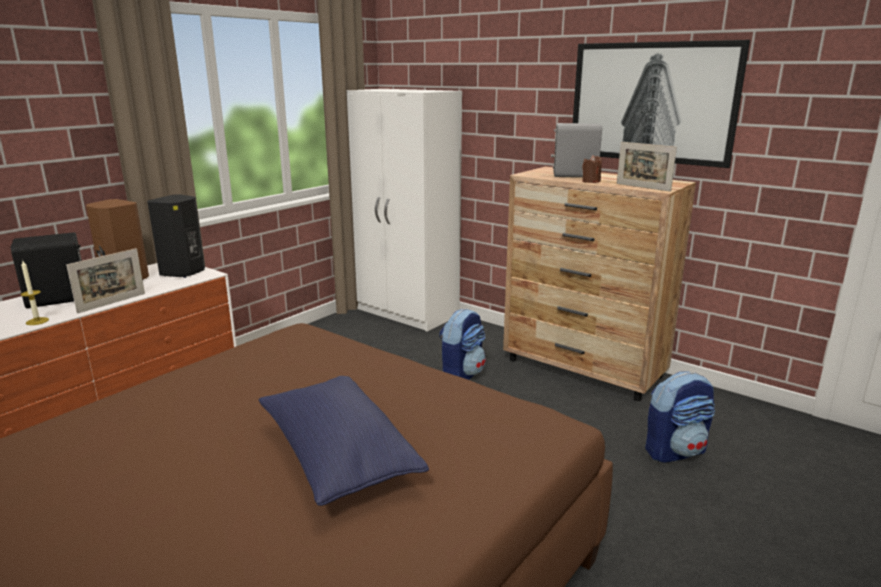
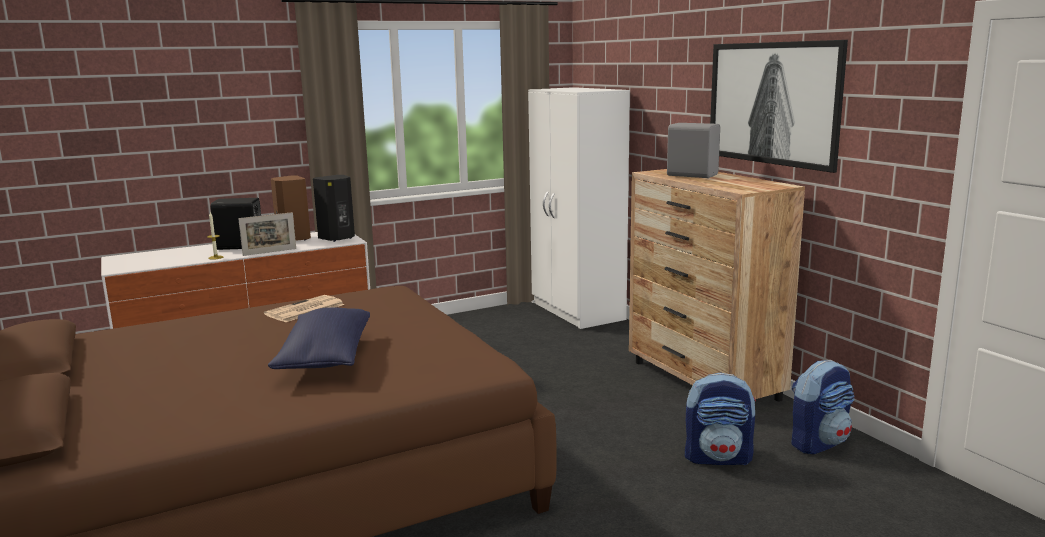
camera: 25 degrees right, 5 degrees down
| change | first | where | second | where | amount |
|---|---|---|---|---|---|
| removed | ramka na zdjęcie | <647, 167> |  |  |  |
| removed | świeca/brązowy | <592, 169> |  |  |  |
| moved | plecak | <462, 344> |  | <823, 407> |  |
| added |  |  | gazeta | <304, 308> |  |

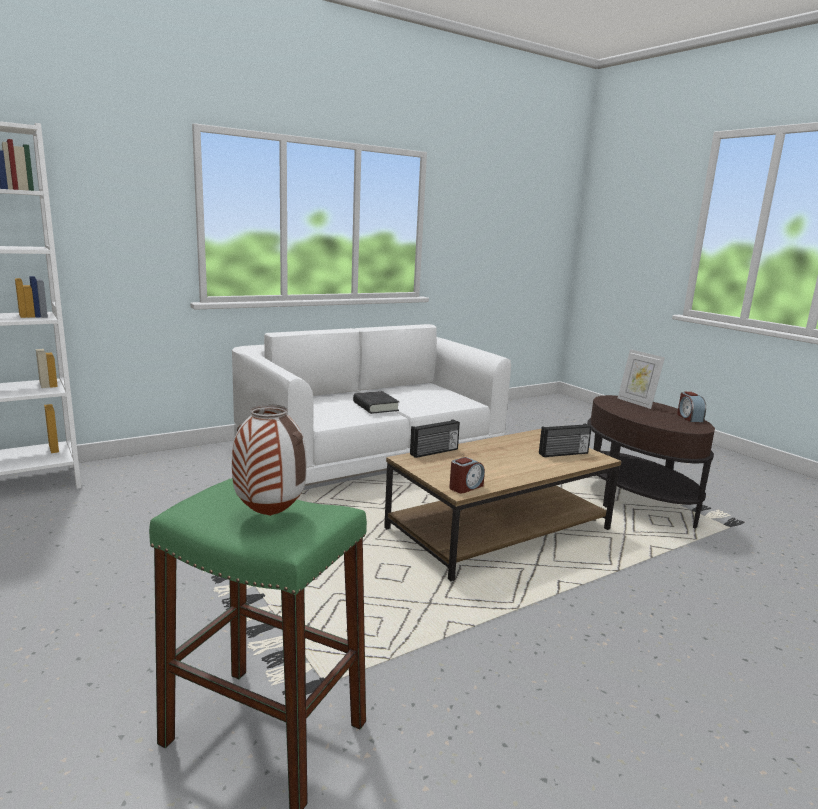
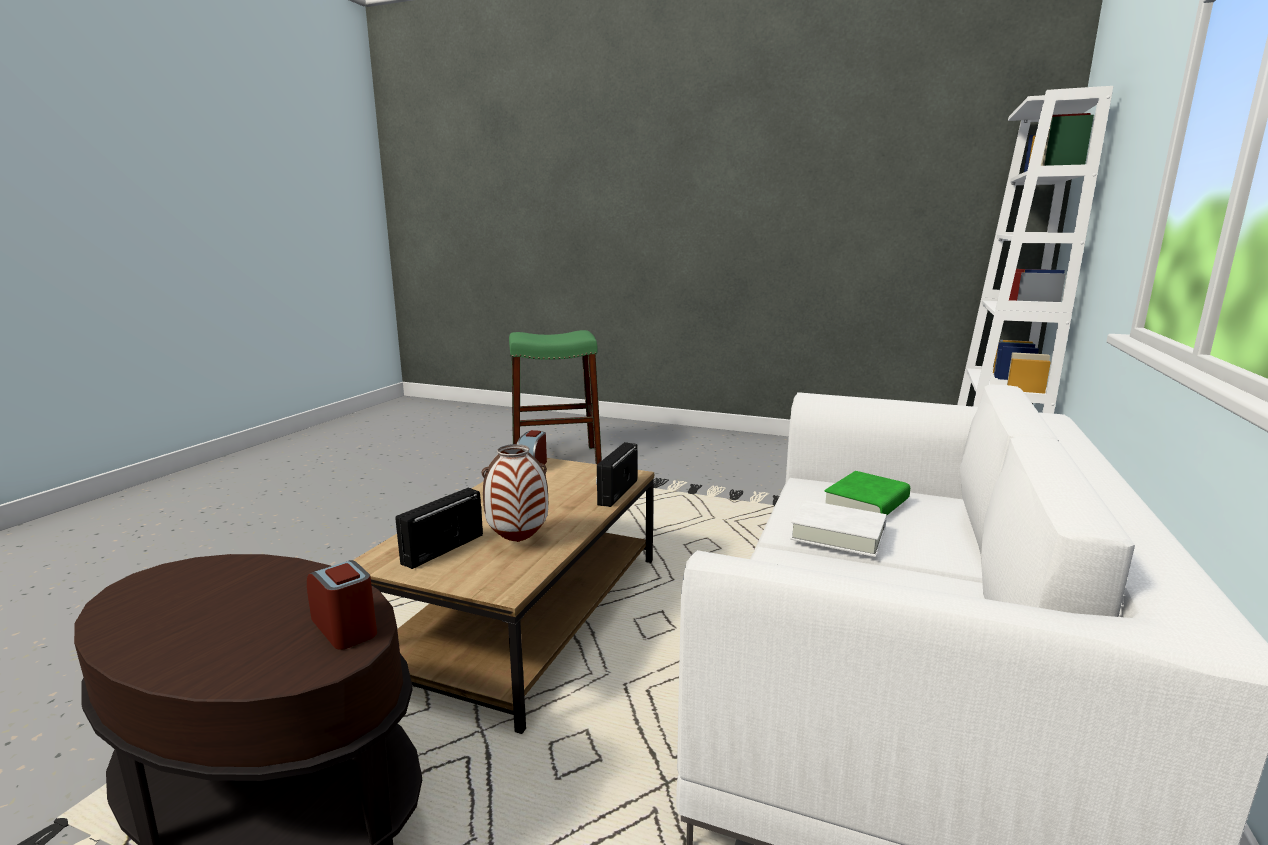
camera: 145 degrees right, 0 degrees up
| change | first | where | second | where | amount |
|---|---|---|---|---|---|
| removed | ramka na zdjęcie | <641, 379> |  |  |  |
| recoloured | książka/czarny | <376, 402> | książka/biały | <838, 528> |  |
| moved | budzik | <691, 407> |  | <342, 605> |  |
| moved | wazon | <269, 460> |  | <515, 493> |  |
| added |  |  | książka/zielony | <867, 493> |  |

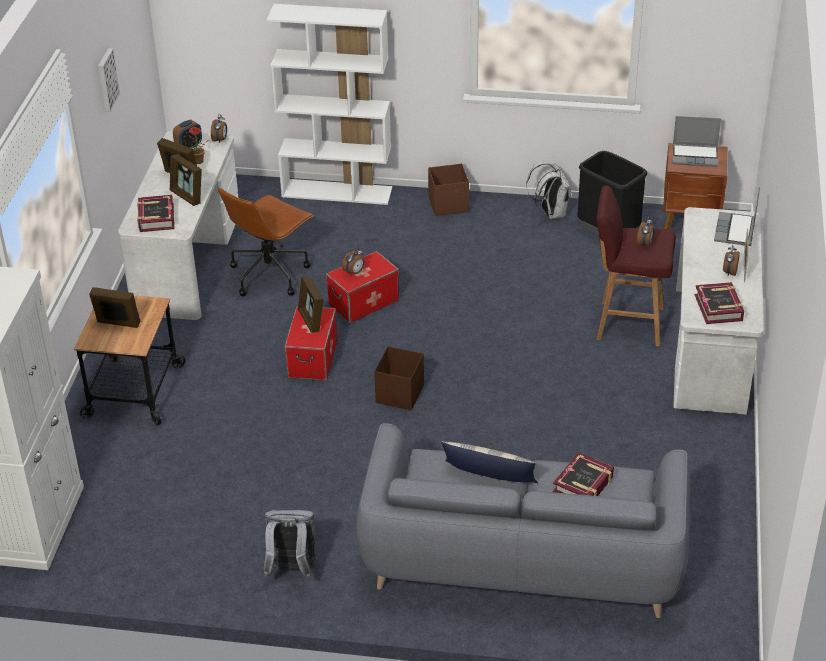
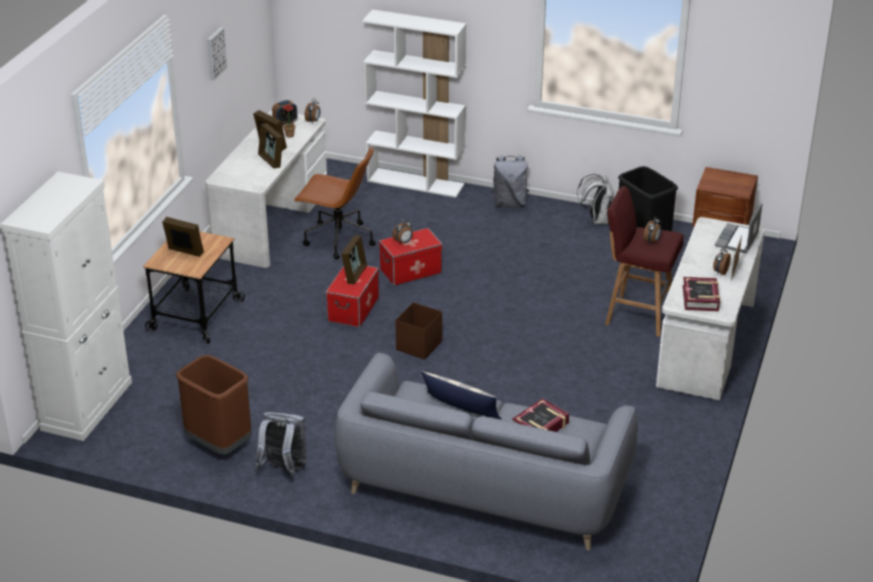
camera: 10 degrees right, 5 degrees down
| change | first | where | second | where | amount |
|---|---|---|---|---|---|
| removed | laptop | <697, 141> |  |  |  |
| replaced | pojemnik do przechowywania/brązowy | <448, 190> | plecak/szary | <510, 181> |  |
| turned | krzesło biurowe/brązowy | <266, 241> |  | <335, 203> | 120 degrees counterclockwise |
| removed | książka | <155, 213> |  |  |  |
| turned | ramka na zdjęcie | <311, 304> |  | <354, 259> | 150 degrees counterclockwise |
| added |  |  | kosz na śmieci/brązowy | <214, 405> |  |

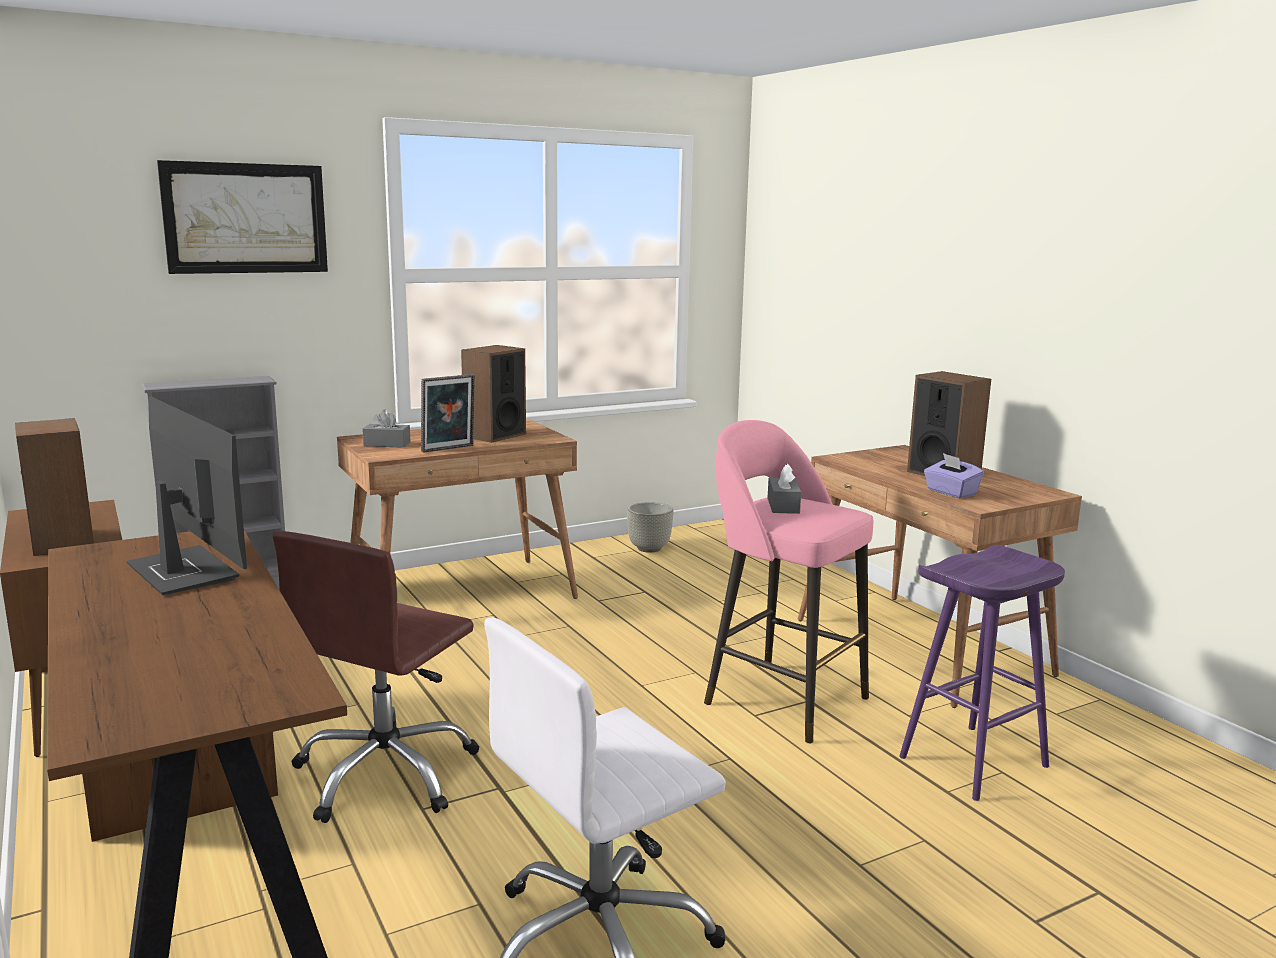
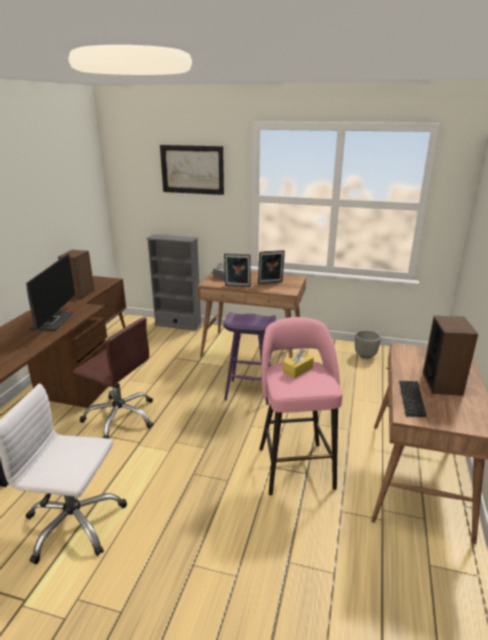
camera: 45 degrees right, 10 degrees up
| change | first | where | second | where | amount |
|---|---|---|---|---|---|
| replaced | głośnik | <493, 394> | ramka na zdjęcie | <271, 267> |  |
| replaced | pudełko chusteczek/fioletowy | <954, 475> | klawiatura | <413, 399> |  |
| recoloured | pudełko chusteczek/szary | <784, 489> | pudełko chusteczek/żółty | <298, 364> |  |
| turned | krzesło biurowe/brązowy | <376, 677> |  | <112, 378> | 135 degrees counterclockwise |
| moved | stołek/fioletowy | <982, 673> |  | <249, 358> |  |

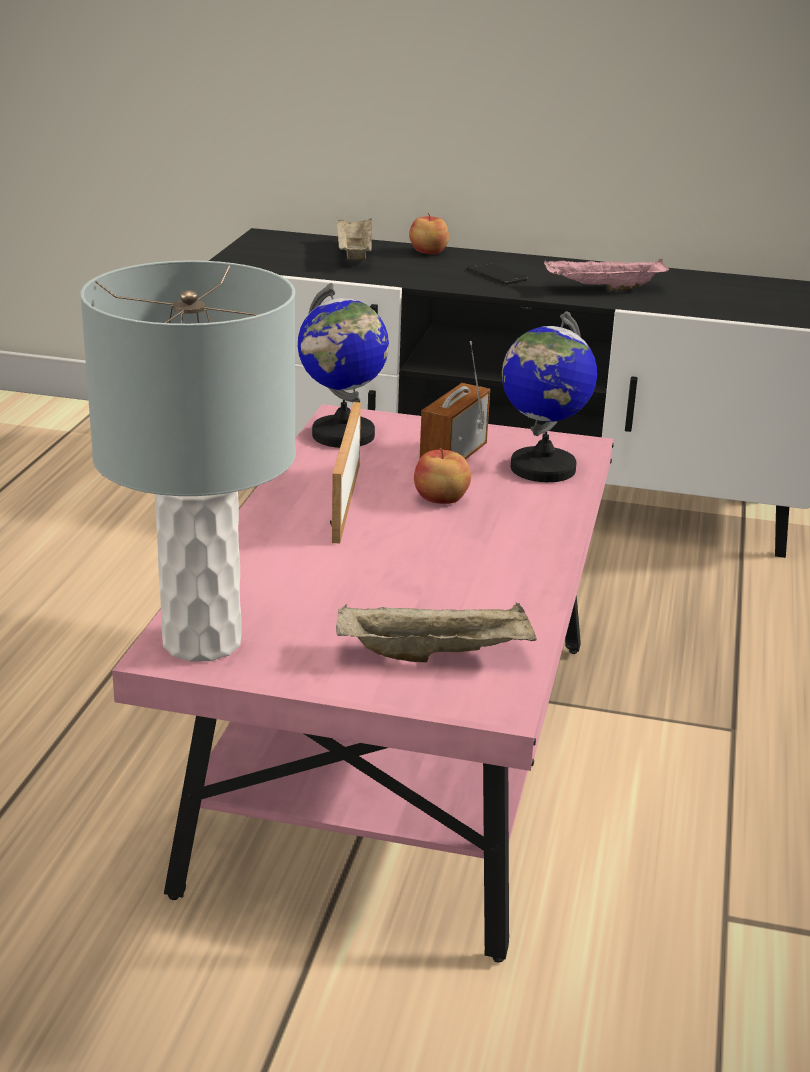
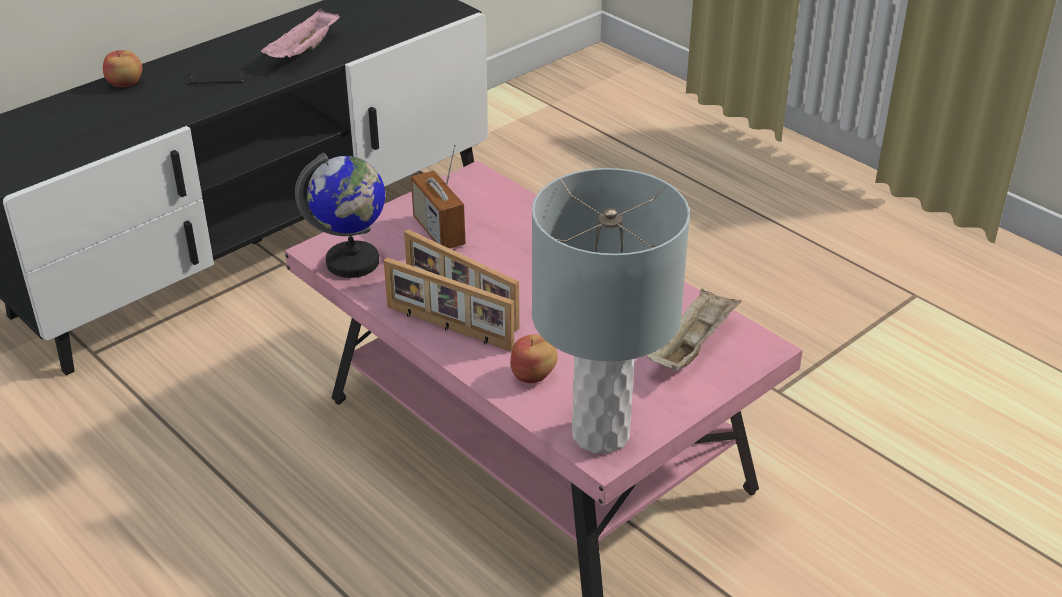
camera: 55 degrees left, 10 degrees up
| change | first | where | second | where | amount |
|---|---|---|---|---|---|
| removed | taca/beżowy | <354, 238> |  |  |  |
| removed | globus | <549, 396> |  |  |  |
| moved | jabłko | <442, 476> |  | <534, 359> |  |
| added |  |  | ramka na zdjęcie | <449, 304> |  |

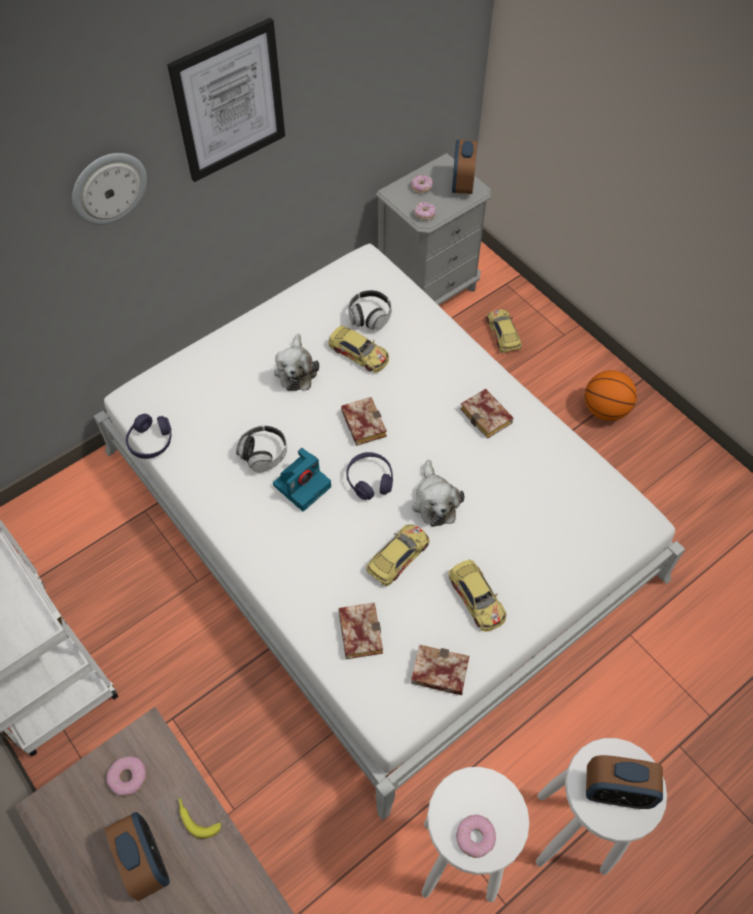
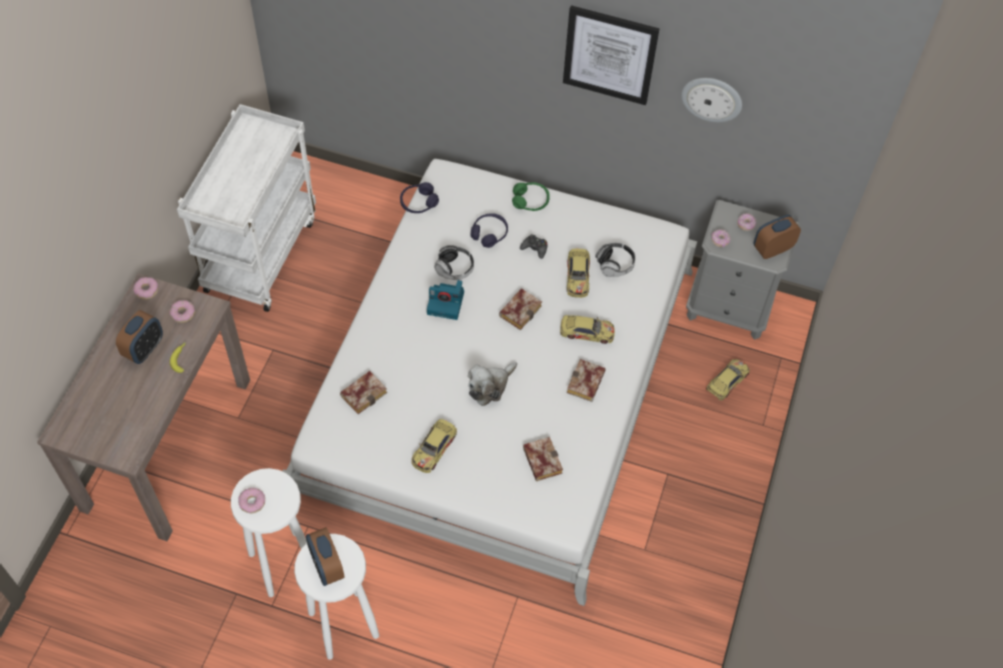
camera: 55 degrees right, 0 degrees up
| change | first | where | second | where | amount |
|---|---|---|---|---|---|
| moved | zegar ścienny | <109, 189> |  | <711, 100> |  |
| replaced | pluszak | <296, 362> | pad do gier/czarny | <533, 246> |  |
| removed | piłka do koszykówki | <611, 395> |  |  |  |
| moved | słuchawki/fioletowy | <369, 476> |  | <489, 230> |  |
| moved | samochodzik | <398, 555> |  | <587, 329> |  |
| moved | książka | <440, 670> |  | <543, 459> |  |
| added |  |  | słuchawki/zielony | <531, 196> |  |
| added |  |  | donut | <145, 288> |  |

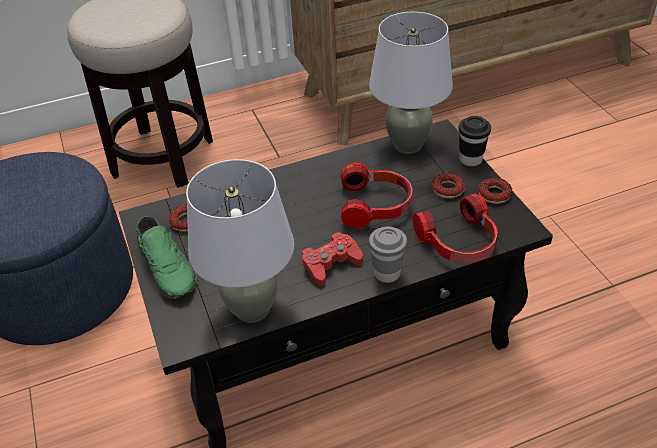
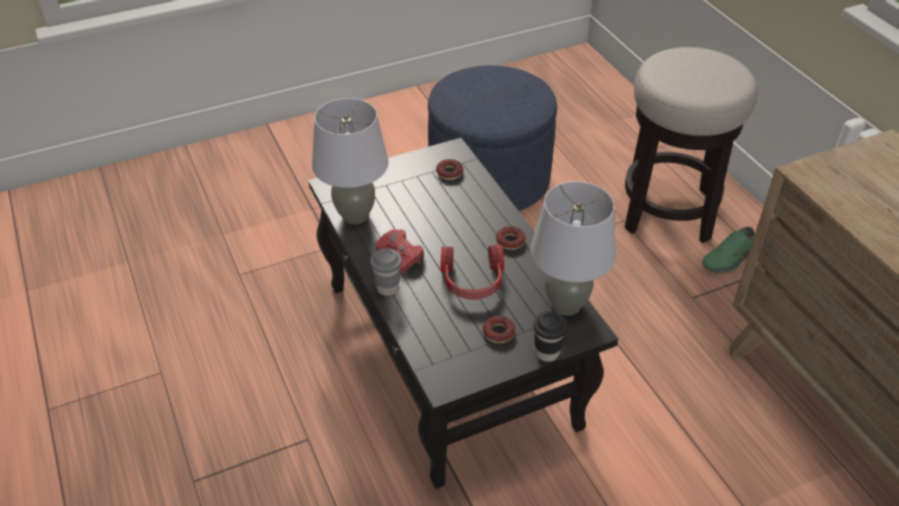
camera: 85 degrees right, 0 degrees up
| change | first | where | second | where | amount |
|---|---|---|---|---|---|
| moved | donut | <495, 191> |  | <510, 238> |  |
| removed | słuchawki | <455, 228> |  |  |  |
| moved | but/zielony | <166, 257> |  | <728, 250> |  |

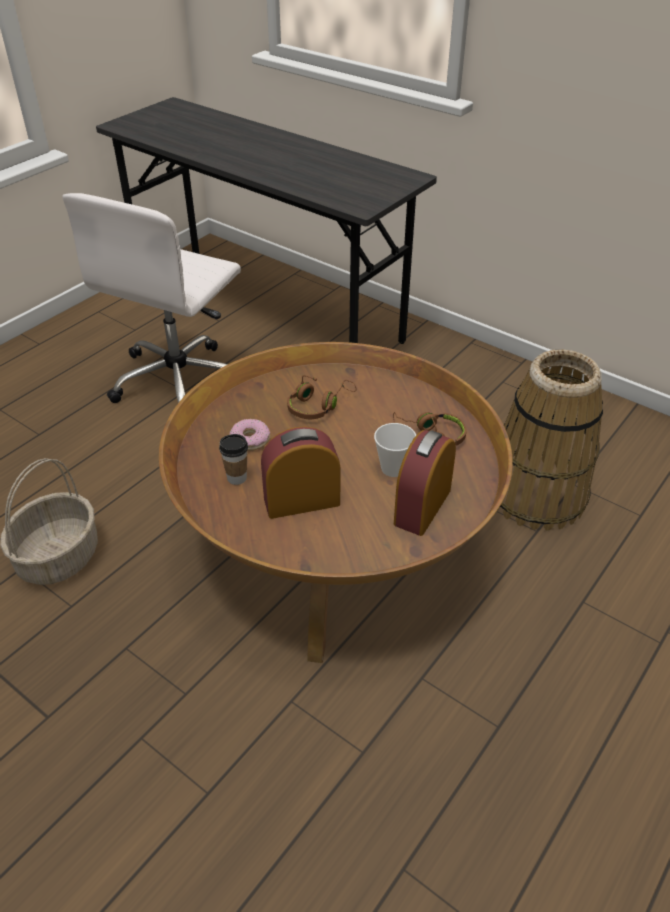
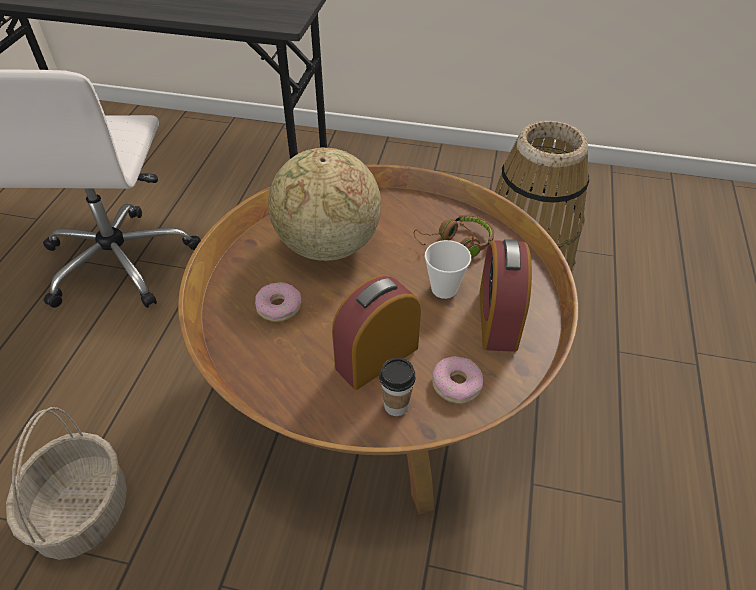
camera: 25 degrees left, 5 degrees up
| change | first | where | second | where | amount |
|---|---|---|---|---|---|
| replaced | słuchawki/brązowy | <321, 397> | globus | <324, 204> |  |
| moved | filiżanka | <233, 459> |  | <397, 387> |  |
| added |  |  | donut | <457, 379> |  |

